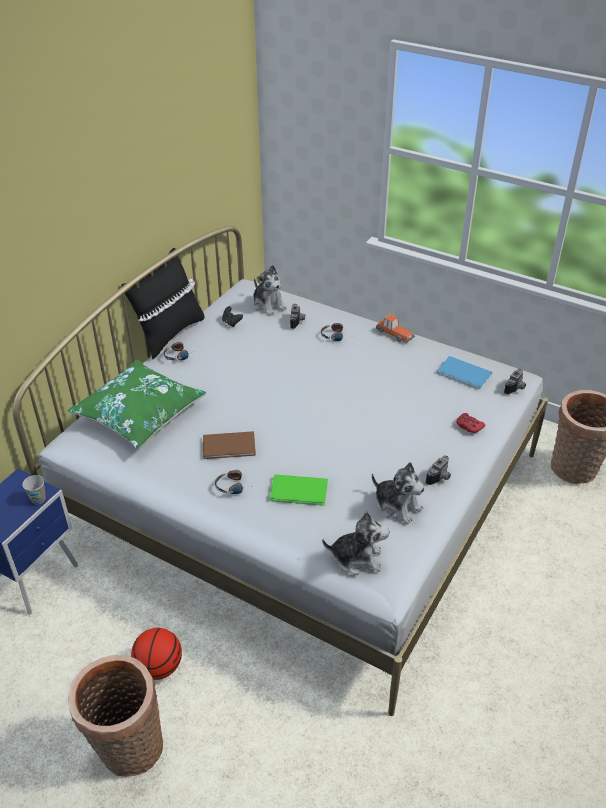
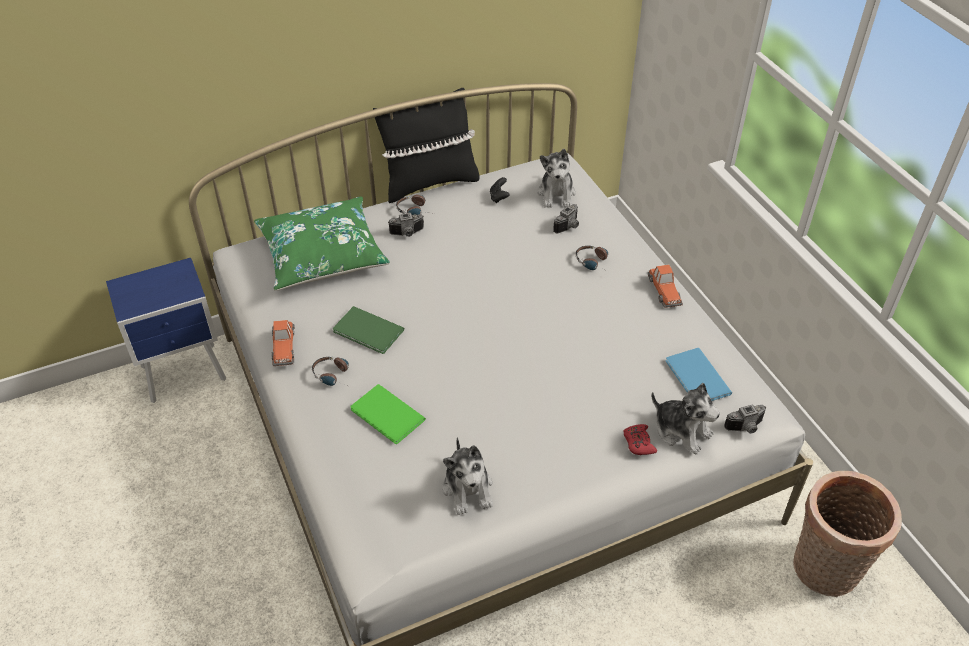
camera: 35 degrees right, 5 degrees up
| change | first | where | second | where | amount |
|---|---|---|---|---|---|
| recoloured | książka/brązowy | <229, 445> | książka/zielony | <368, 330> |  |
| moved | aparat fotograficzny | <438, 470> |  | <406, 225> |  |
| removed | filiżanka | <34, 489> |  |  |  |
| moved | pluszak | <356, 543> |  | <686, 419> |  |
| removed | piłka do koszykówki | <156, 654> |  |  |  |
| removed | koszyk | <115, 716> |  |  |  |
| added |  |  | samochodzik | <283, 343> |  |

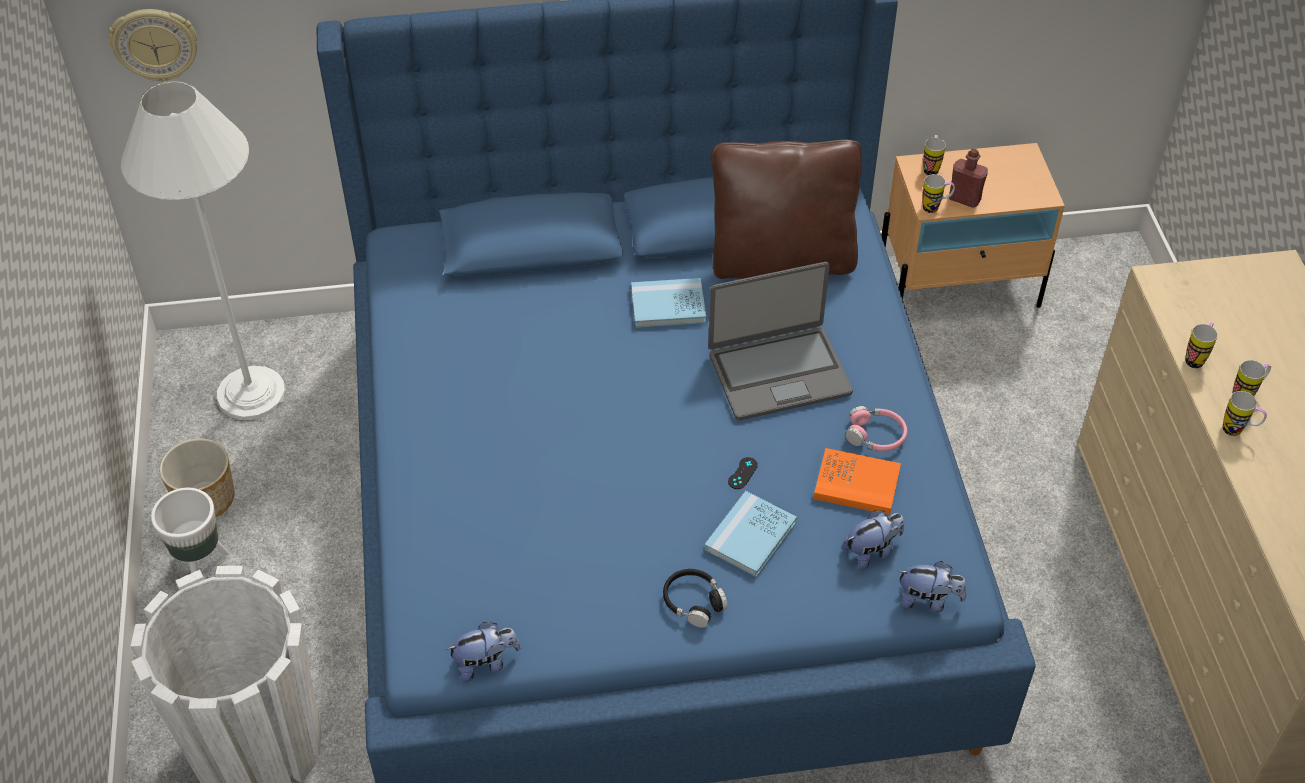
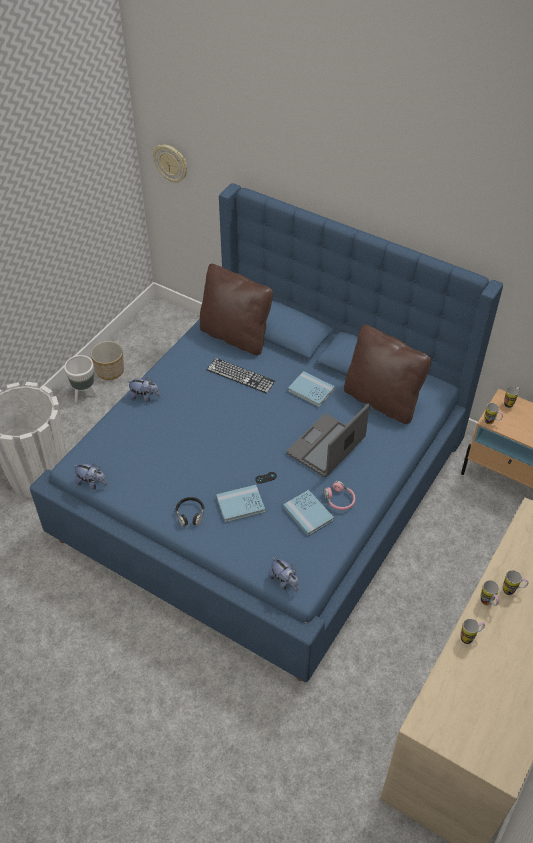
camera: 40 degrees right, 0 degrees up
| change | first | where | second | where | amount |
|---|---|---|---|---|---|
| removed | lampa stojąca/biały | <203, 250> |  |  |  |
| removed | butelka/czerwony | <968, 178> |  |  |  |
| turned | laptop | <781, 341> |  | <328, 440> | 105 degrees clockwise |
| moved | kubek | <1201, 345> |  | <473, 631> |  |
| recoloured | książka/pomarańczowy | <857, 481> | książka/niebieski | <308, 513> |  |
| moved | pluszak | <873, 540> |  | <143, 389> |  |
| added |  |  | poduszka/brązowy | <236, 310> |  |
| added |  |  | klawiatura | <240, 376> |  |

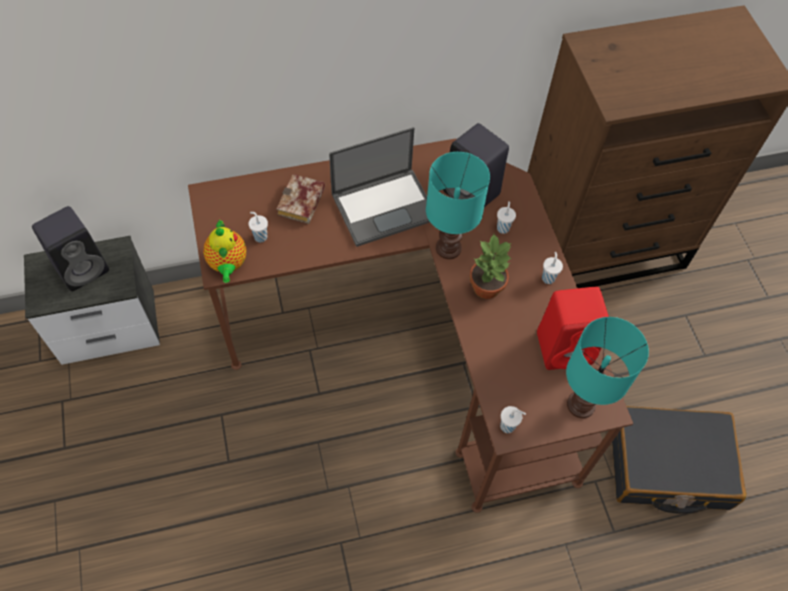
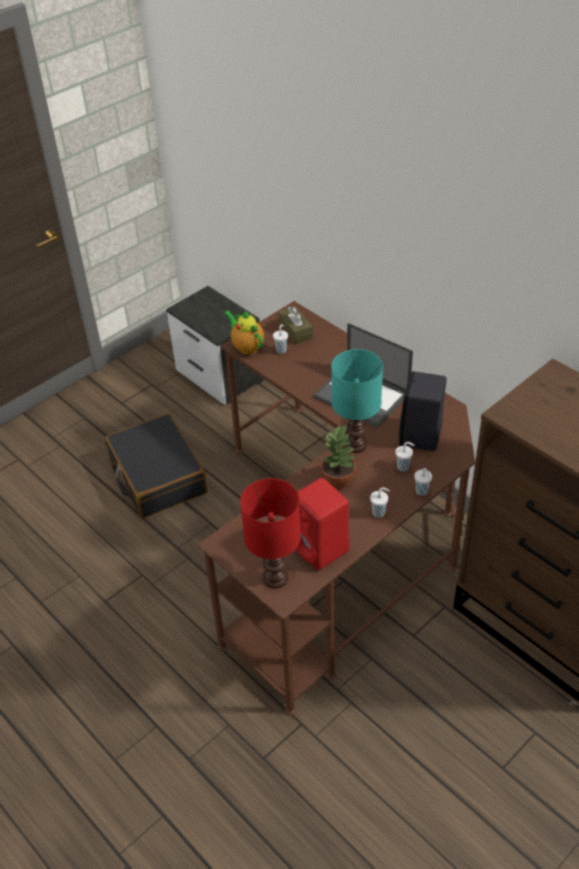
camera: 65 degrees right, 15 degrees down
| change | first | where | second | where | amount |
|---|---|---|---|---|---|
| removed | książka | <300, 199> |  |  |  |
| removed | głośnik/czarny | <70, 248> |  |  |  |
| turned | imbryk | <224, 251> |  | <244, 332> | 90 degrees clockwise |
| recoloured | lampa stołowa/turkusowy | <607, 367> | lampa stołowa/czerwony | <270, 533> |  |
| moved | filiżanka/biały | <513, 419> |  | <423, 482> |  |
| moved | walizka/czarny | <679, 460> |  | <156, 465> |  |
| added |  |  | pudełko chusteczek/brązowy | <296, 325> |  |

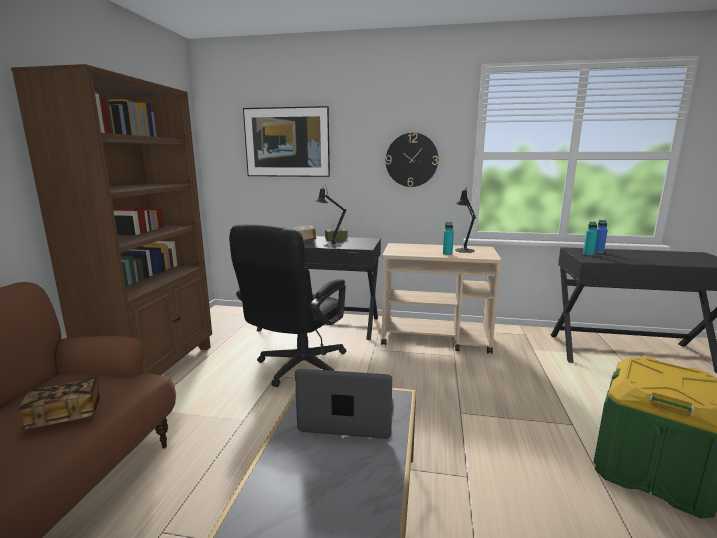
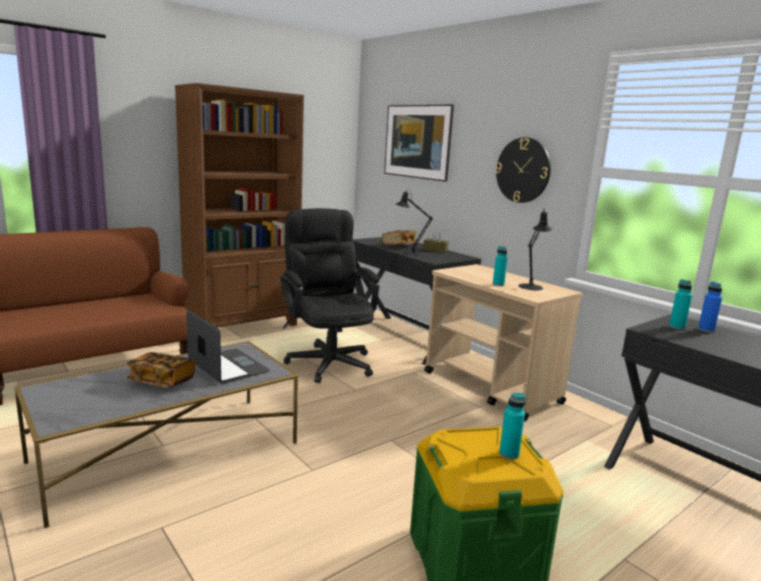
camera: 40 degrees right, 0 degrees up
| change | first | where | second | where | amount |
|---|---|---|---|---|---|
| turned | krzesło biurowe/czarny | <287, 305> |  | <330, 295> | 90 degrees clockwise |
| moved | książka | <58, 403> |  | <160, 370> |  |
| added |  |  | butelka/turkusowy | <512, 426> |  |

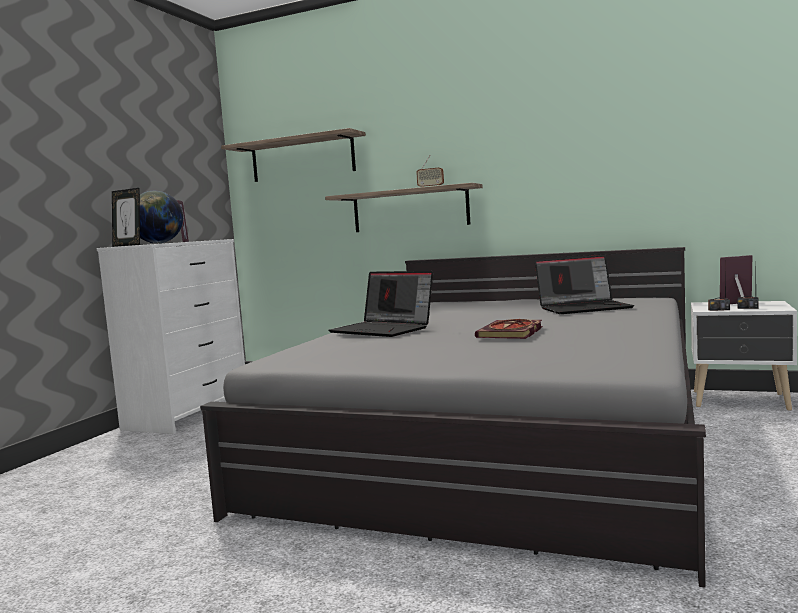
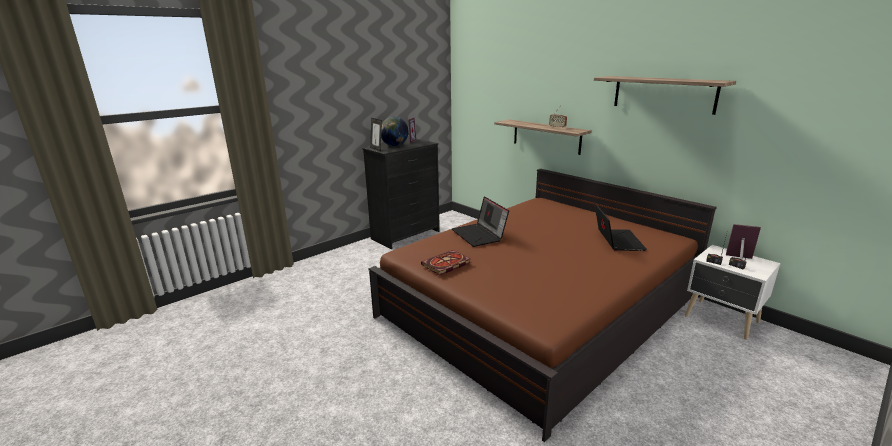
camera: 25 degrees right, 15 degrees up
| change | first | where | second | where | amount |
|---|---|---|---|---|---|
| moved | półka | <293, 155> |  | <665, 95> |  |
| recoloured | komoda/biały | <170, 336> | komoda/czarny | <401, 194> |  |
| recoloured | łóżko/szary | <453, 417> | łóżko/brązowy | <543, 305> |  |
| turned | laptop | <584, 284> |  | <620, 227> | 105 degrees counterclockwise |
| moved | książka | <509, 329> |  | <446, 262> |  |

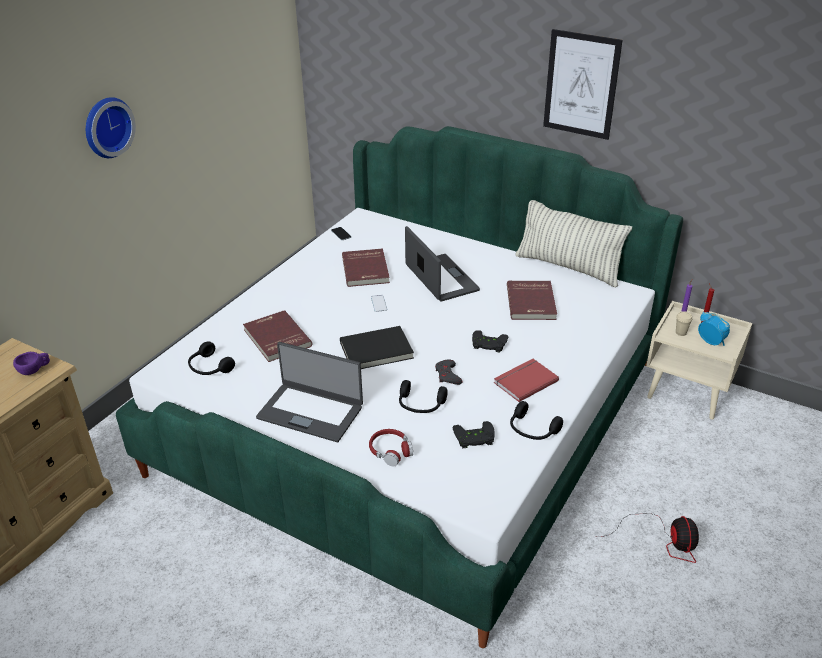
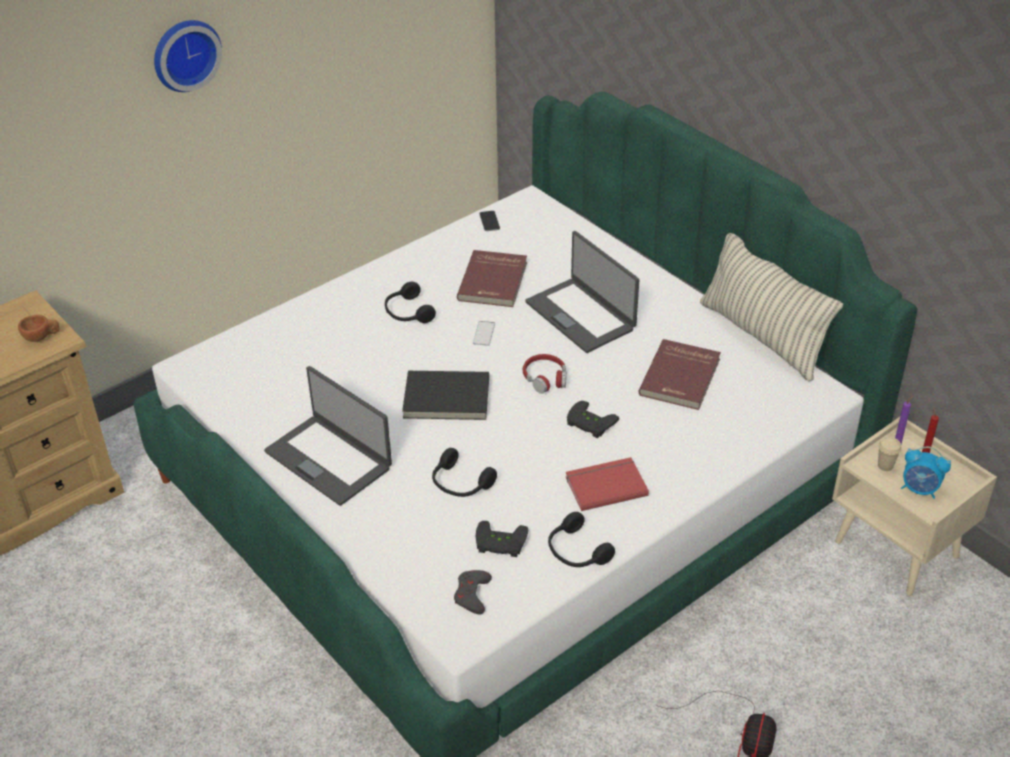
camera: 20 degrees right, 5 degrees up
| change | first | where | second | where | amount |
|---|---|---|---|---|---|
| removed | obraz | <583, 84> |  |  |  |
| turned | laptop | <442, 264> |  | <582, 292> | 150 degrees clockwise |
| removed | książka/czerwony | <277, 336> |  |  |  |
| turned | budzik | <714, 329> |  | <926, 473> | 135 degrees clockwise |
| moved | słuchawki/czarny | <211, 358> |  | <410, 302> |  |
| recoloured | filiżanka/fioletowy | <31, 363> | filiżanka/brązowy | <39, 328> |  |
| moved | pad do gier/szary | <448, 372> |  | <473, 592> |  |
| moved | słuchawki/czerwony | <391, 447> |  | <544, 374> |  |

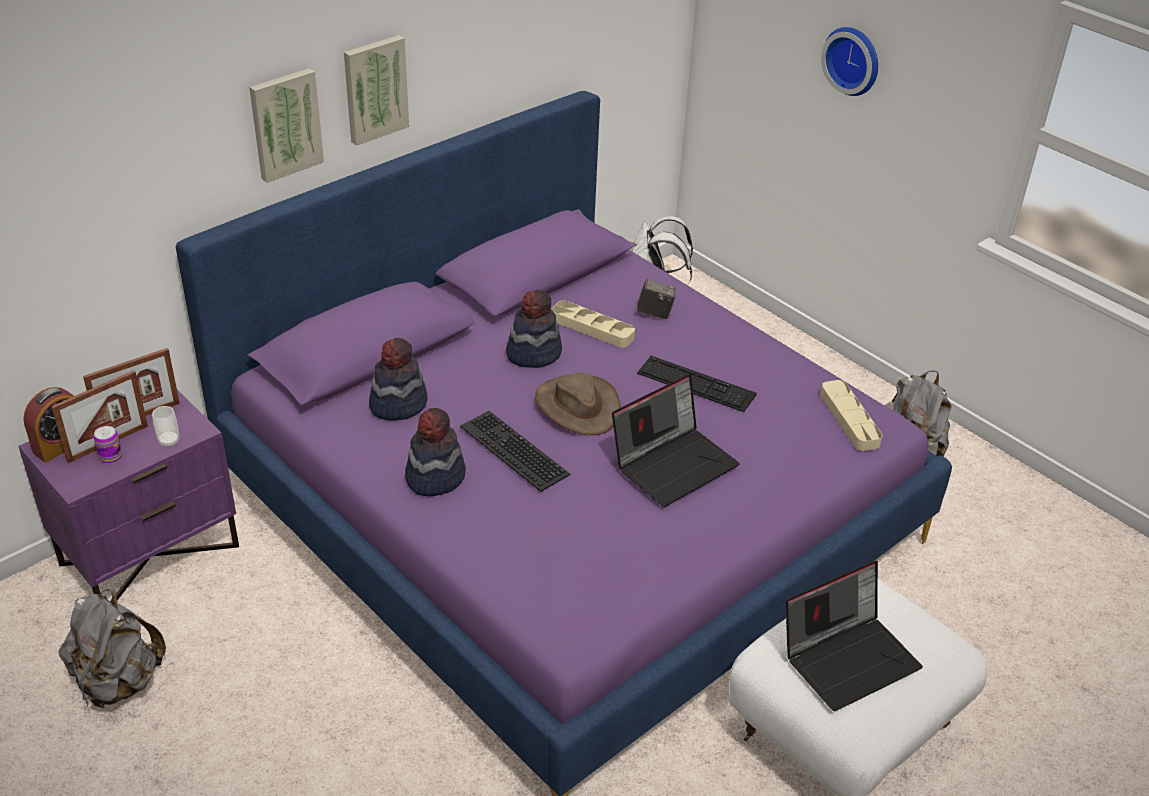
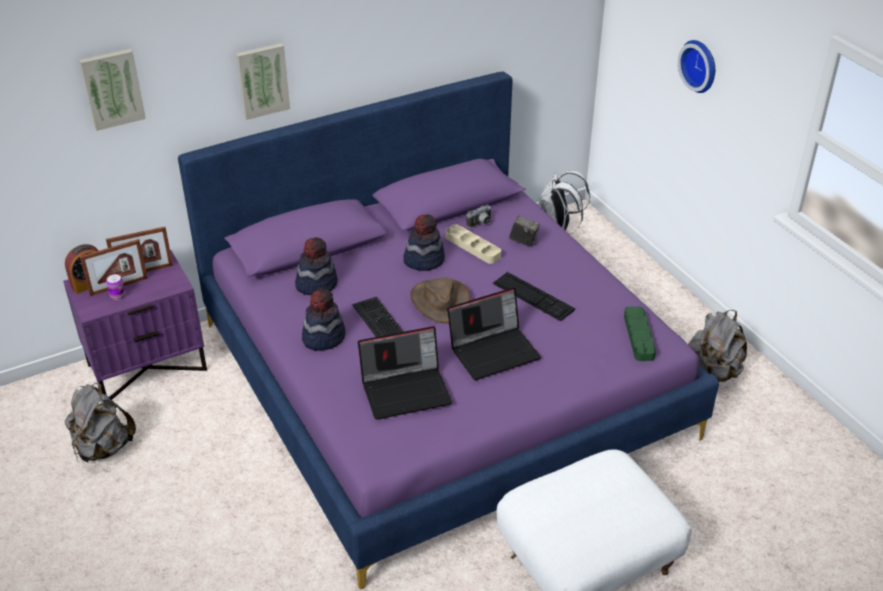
camera: 15 degrees right, 0 degrees up
| change | first | where | second | where | amount |
|---|---|---|---|---|---|
| moved | obraz | <376, 90> |  | <112, 90> |  |
| recoloured | taca/beżowy | <851, 415> | taca/zielony | <640, 333> |  |
| removed | filiżanka | <165, 426> |  |  |  |
| moved | laptop | <854, 636> |  | <405, 373> |  |
| added |  |  | aparat fotograficzny | <479, 216> |  |

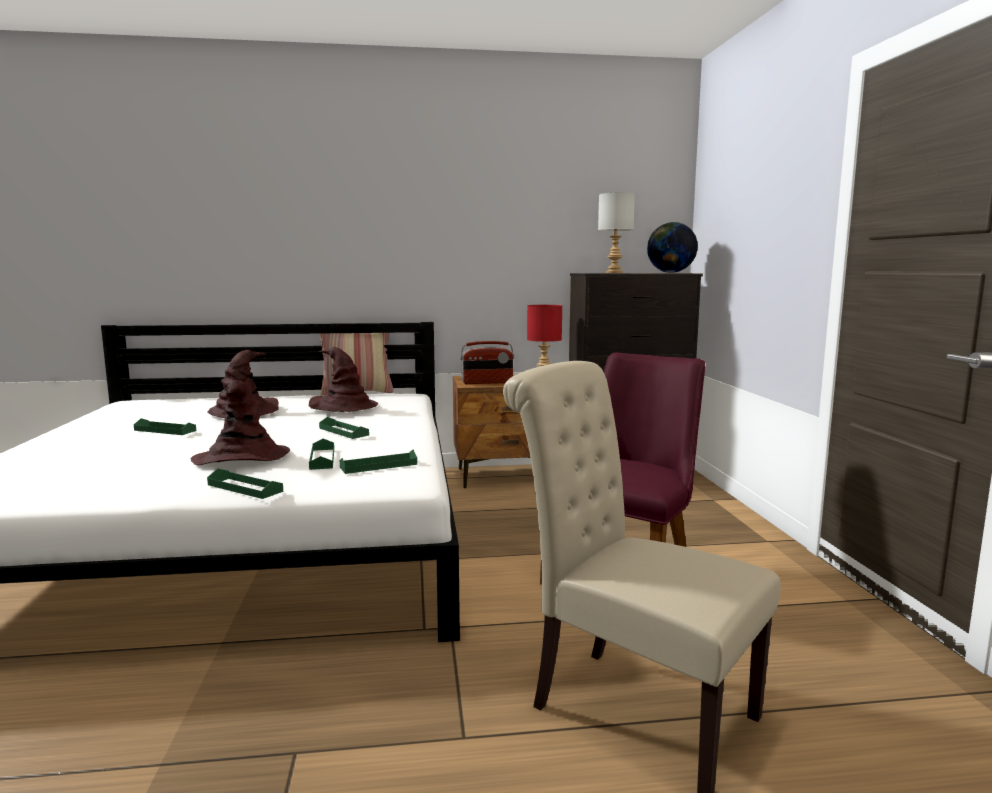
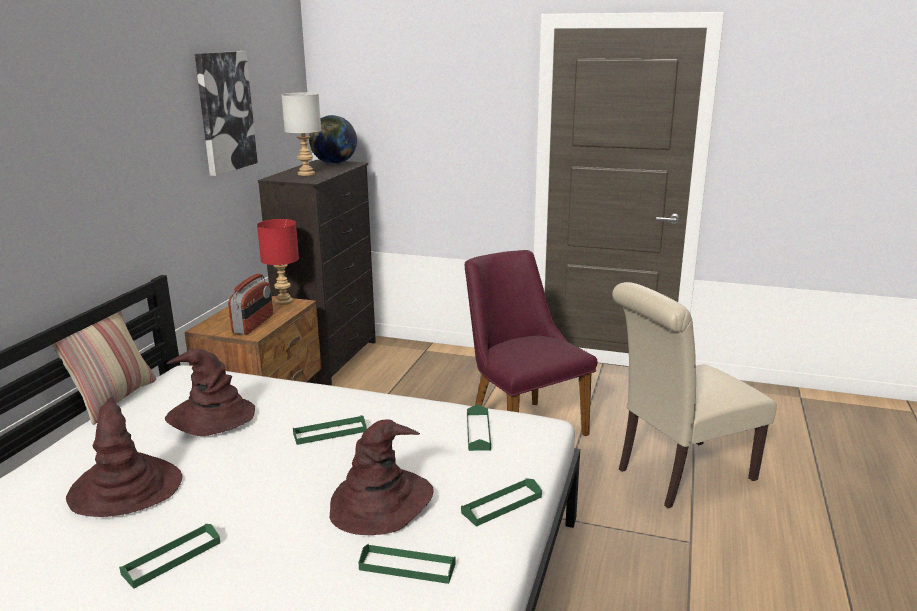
camera: 65 degrees left, 10 degrees up
| change | first | where | second | where | amount |
|---|---|---|---|---|---|
| moved | taca/zielony | <321, 454> |  | <407, 564> |  |
| added |  |  | obraz | <226, 113> |  |

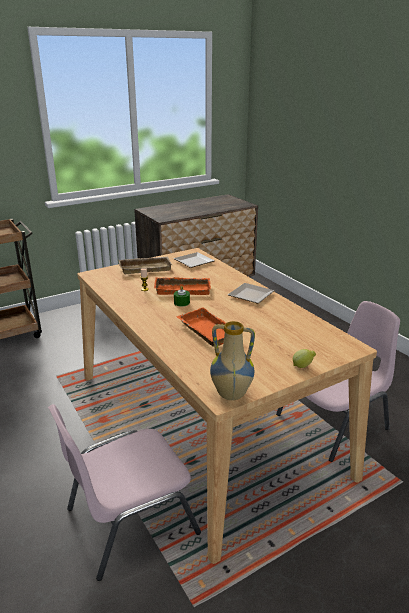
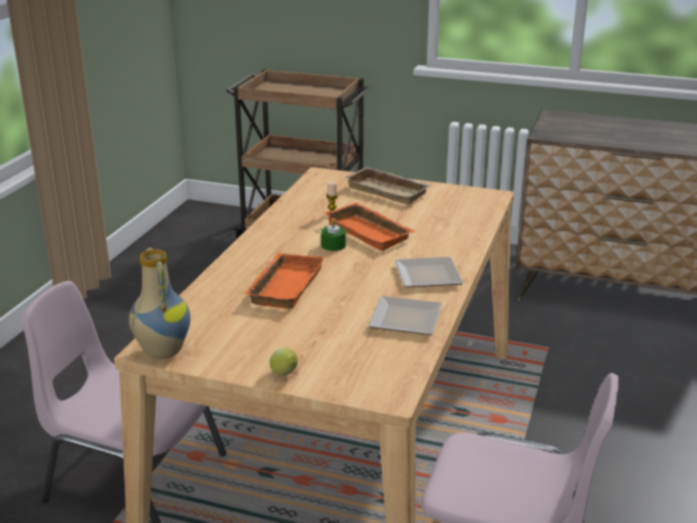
camera: 50 degrees right, 0 degrees up
| change | first | where | second | where | amount |
|---|---|---|---|---|---|
| moved | talerz | <194, 260> |  | <405, 315> |  |

